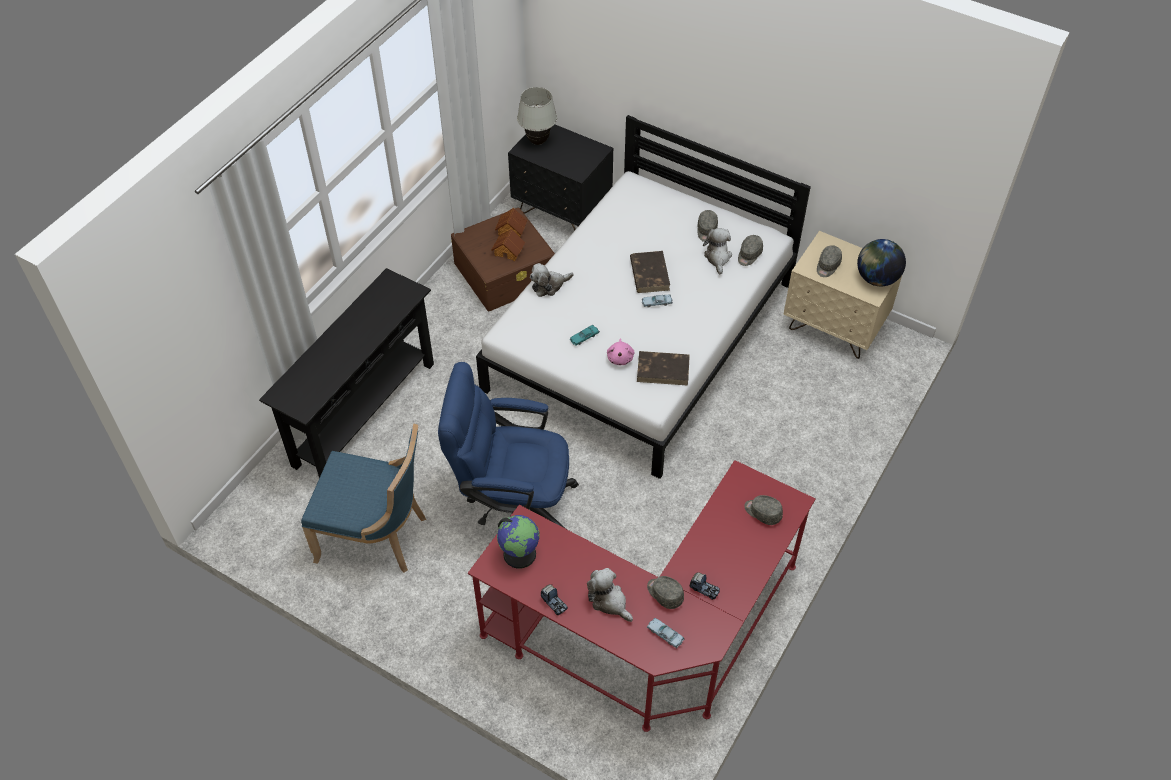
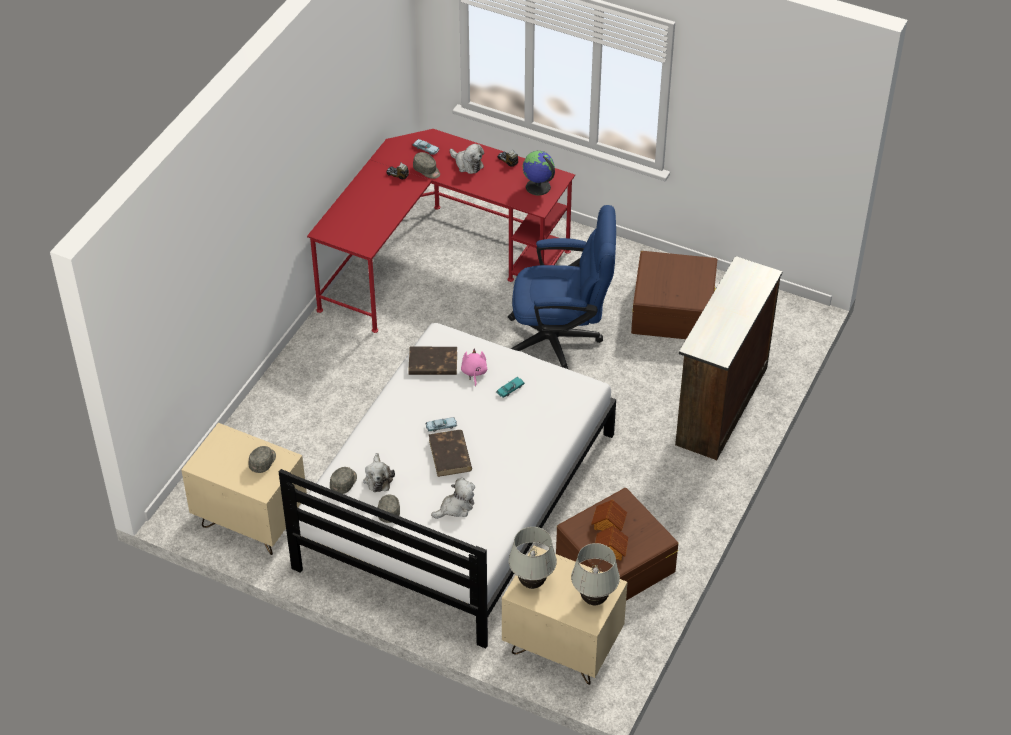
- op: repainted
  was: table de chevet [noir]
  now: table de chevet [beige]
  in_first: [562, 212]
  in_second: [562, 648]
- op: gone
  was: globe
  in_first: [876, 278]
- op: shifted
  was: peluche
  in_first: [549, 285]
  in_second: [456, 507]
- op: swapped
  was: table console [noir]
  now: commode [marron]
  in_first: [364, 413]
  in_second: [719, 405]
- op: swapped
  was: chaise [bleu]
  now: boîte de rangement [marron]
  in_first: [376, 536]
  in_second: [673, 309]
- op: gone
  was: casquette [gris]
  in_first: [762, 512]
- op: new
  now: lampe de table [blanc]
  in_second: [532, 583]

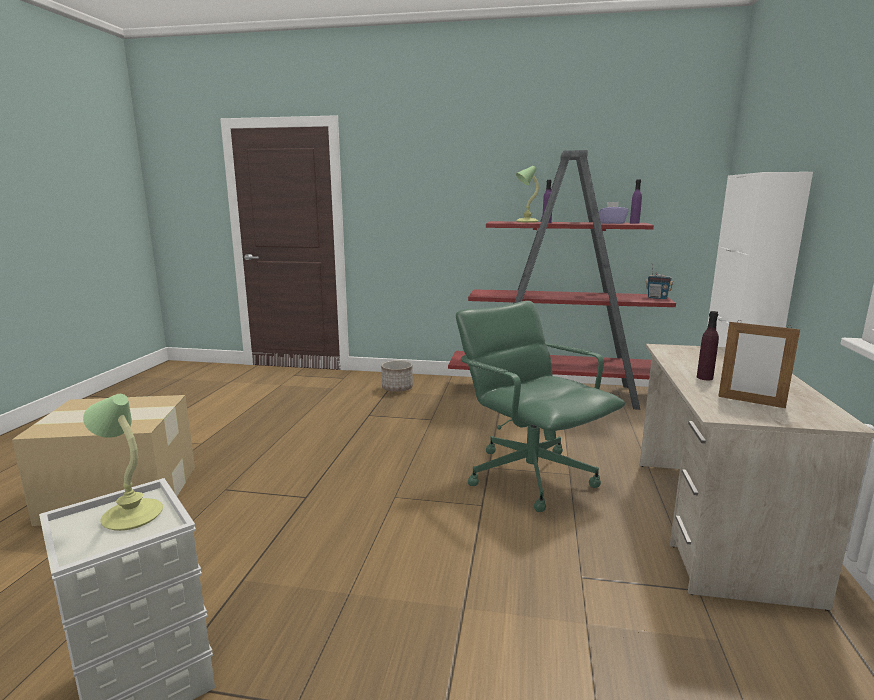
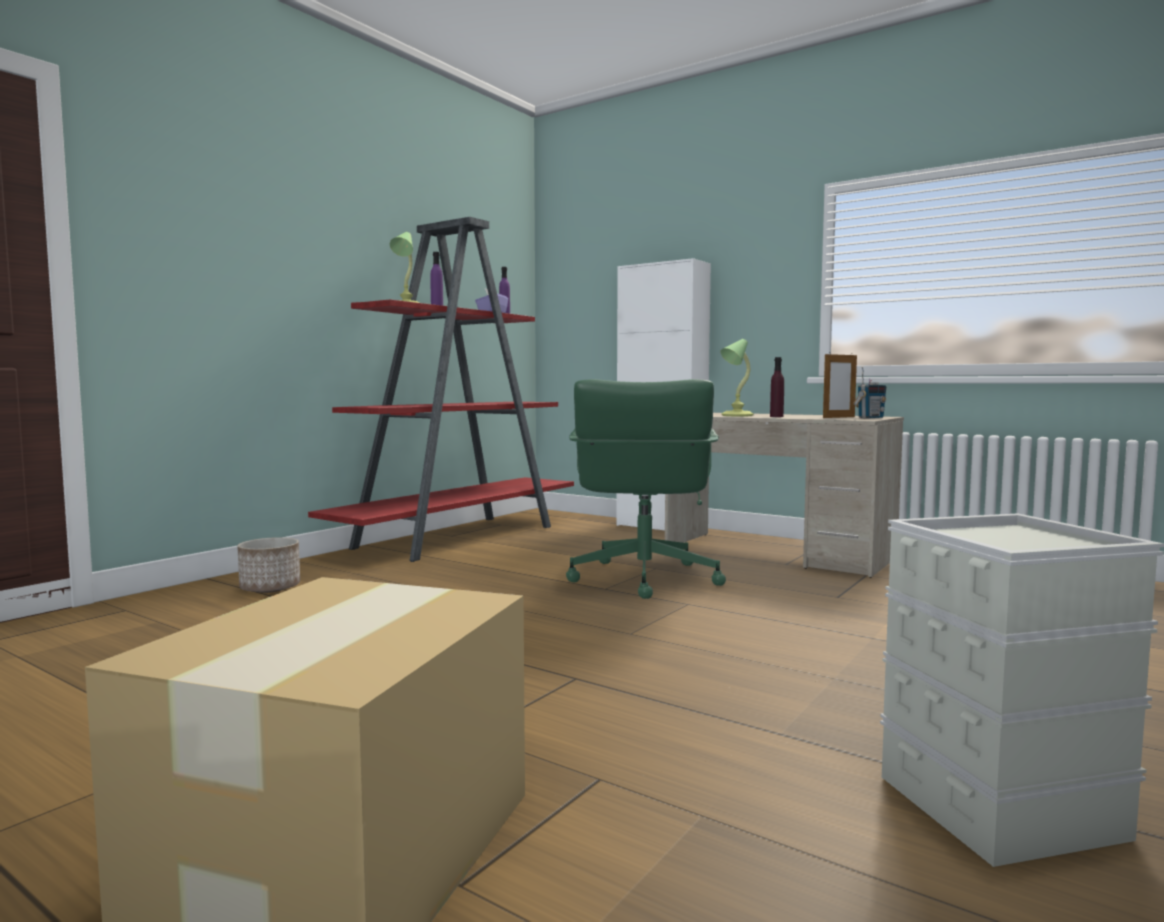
- op: shifted
  was: radio
  in_first: [657, 298]
  in_second: [870, 418]
- op: rotated
  was: chaise de bureau [vert]
  in_first: [530, 475]
  in_second: [643, 579]
  clockwise: -75
- op: shifted
  was: lampe de table
  in_first: [132, 515]
  in_second: [736, 415]

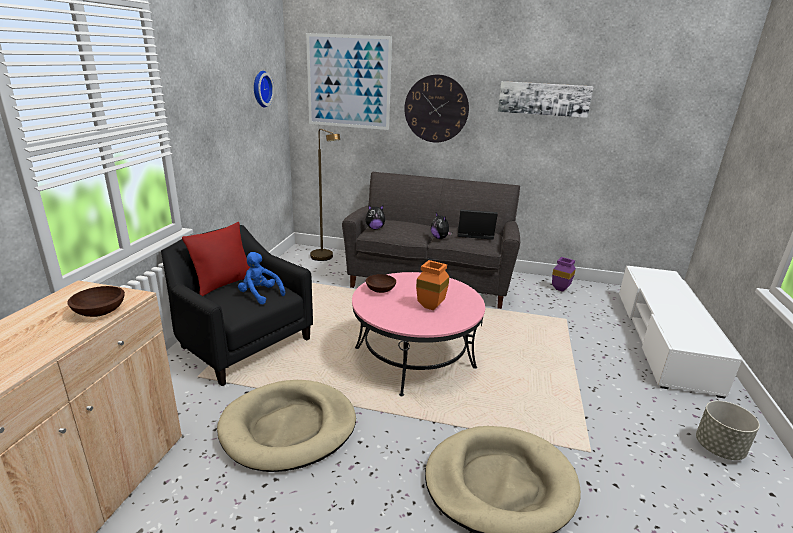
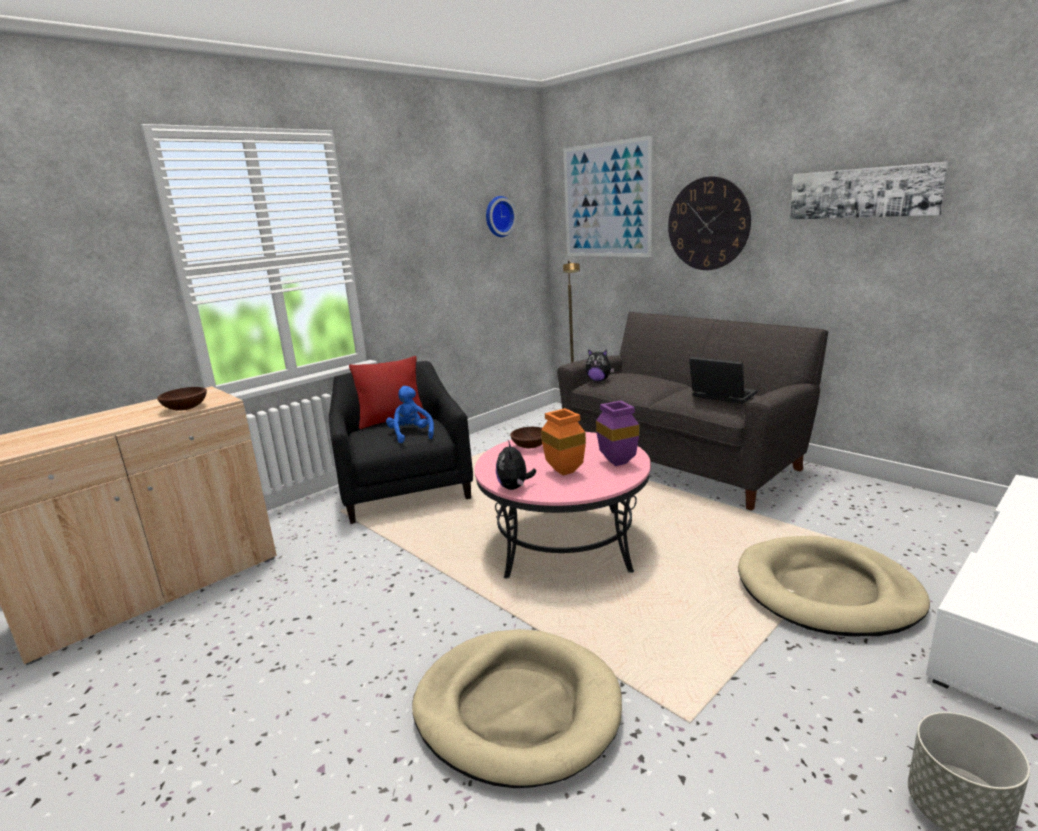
- op: shifted
  was: peluche
  in_first: [440, 238]
  in_second: [514, 487]
- op: shifted
  was: vase [violet]
  in_first: [561, 289]
  in_second: [619, 463]
- op: shifted
  was: panier pour chien [beige]
  in_first: [289, 428]
  in_second: [827, 591]

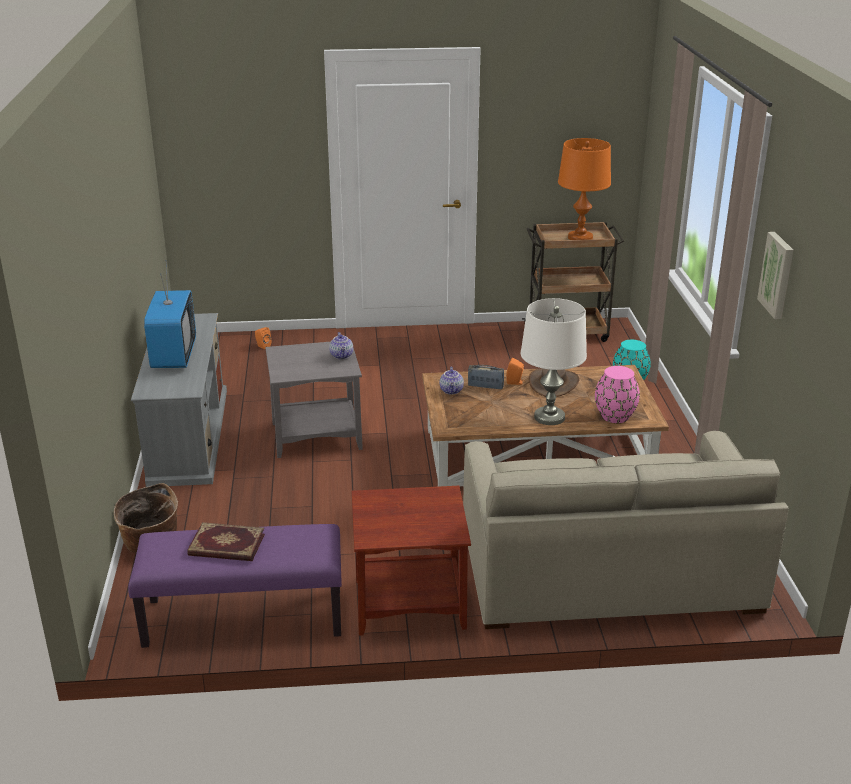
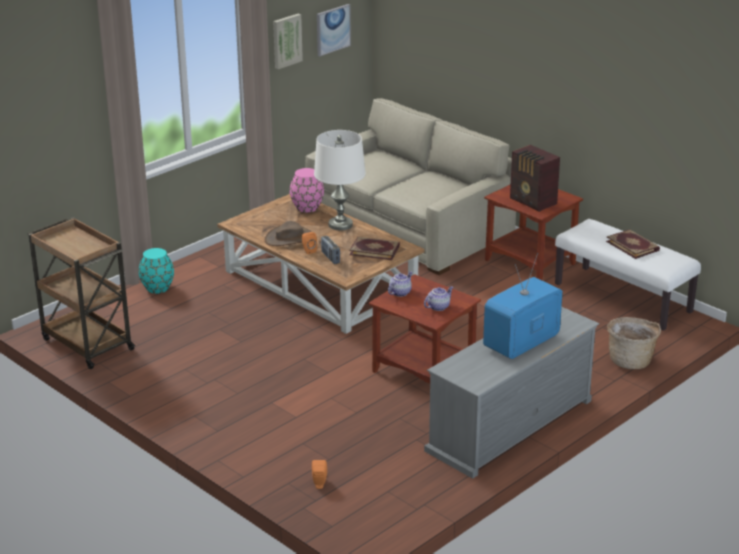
- op: gone
  was: lampe de table [orange]
  in_first: [580, 238]
- op: repainted
  was: table d'appoint [gris]
  now: table d'appoint [marron]
  in_first: [316, 435]
  in_second: [422, 372]
- op: shifted
  was: théière
  in_first: [452, 391]
  in_second: [438, 307]
- op: repainted
  was: banc [violet]
  now: banc [blanc]
  in_first: [243, 619]
  in_second: [623, 298]
- op: new
  now: tableau
  in_second: [332, 29]
- op: new
  now: radio
  in_second: [533, 202]
- op: new
  now: livre
  in_second: [374, 250]

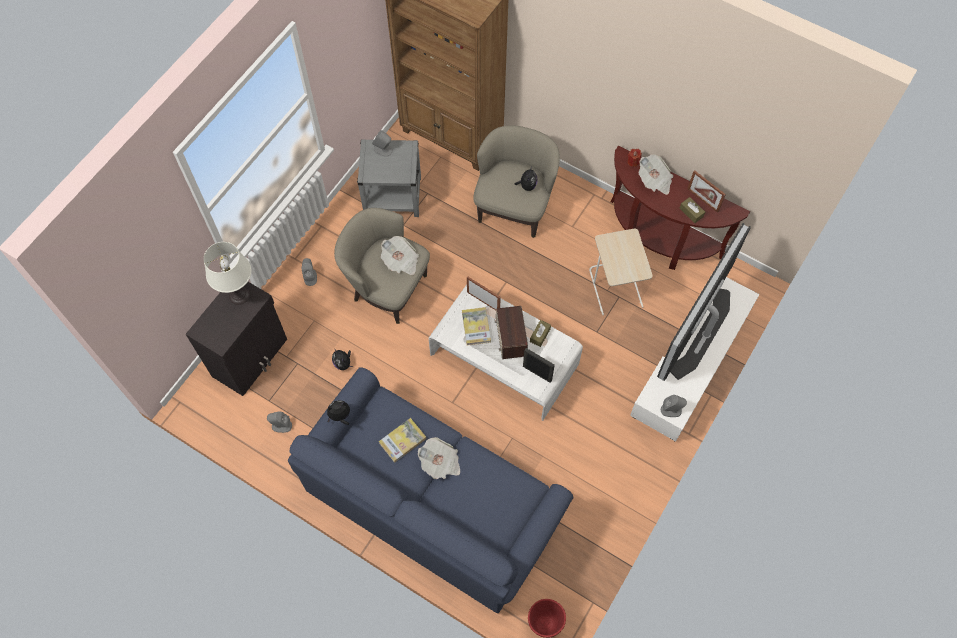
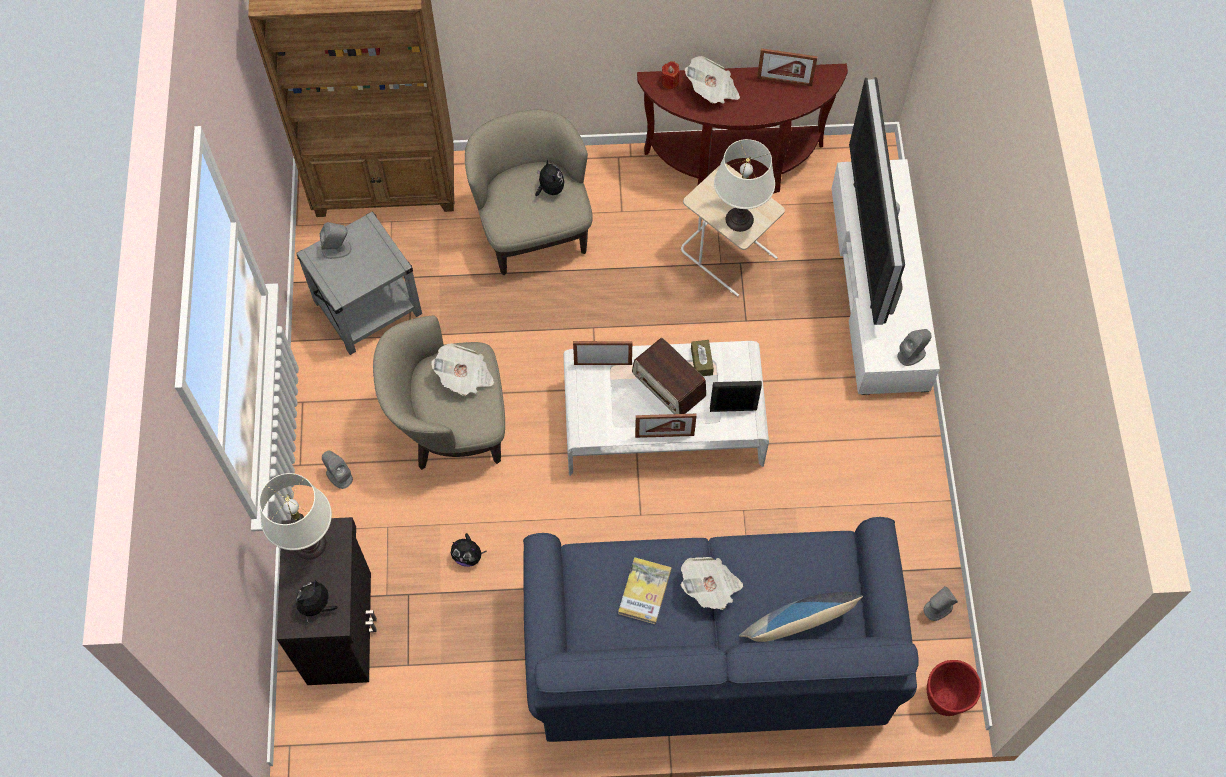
- op: gone
  was: boîte à mouchoirs [marron]
  in_first: [691, 212]
- op: gone
  was: livre
  in_first: [476, 327]
- op: shifted
  was: peluche
  in_first: [340, 416]
  in_second: [317, 606]
- op: shifted
  was: enceinte [gris]
  in_first: [281, 425]
  in_second: [937, 608]
- op: new
  now: lampe de table [blanc]
  in_second: [739, 219]
- op: new
  now: cadre photo
  in_second: [664, 435]
- op: new
  now: coussin
  in_second: [798, 624]

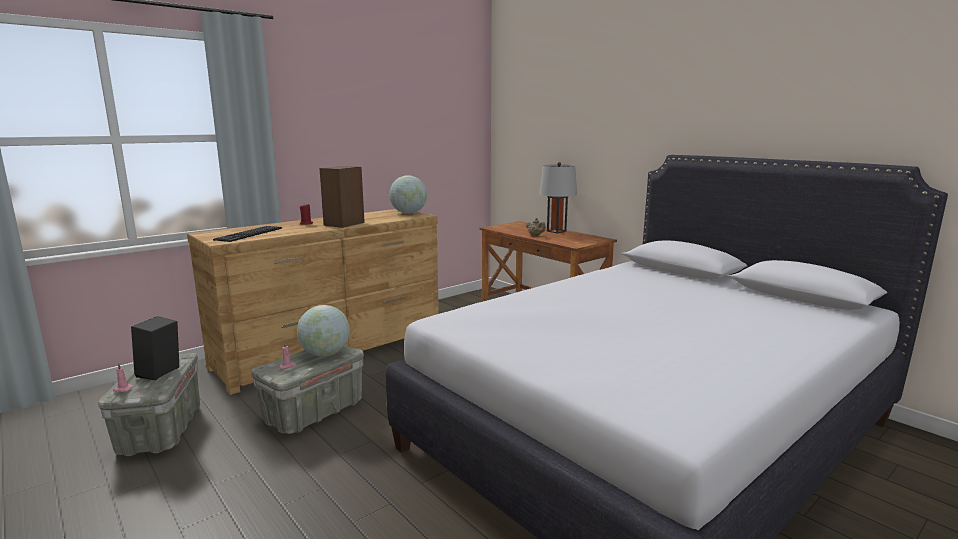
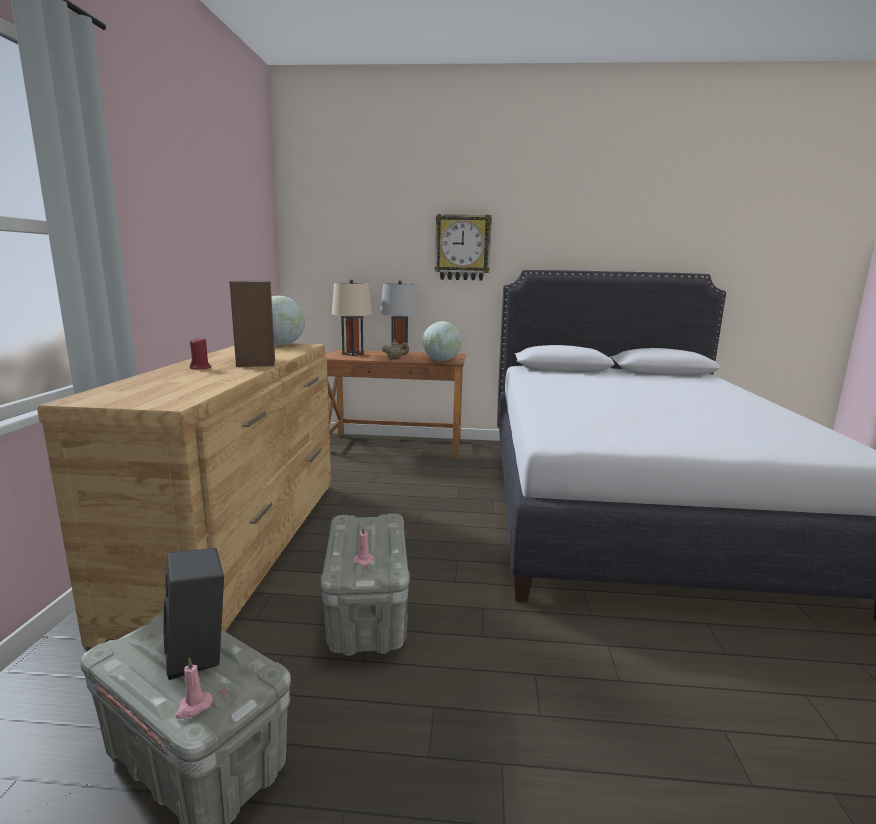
- op: gone
  was: clavier
  in_first: [249, 234]
- op: shifted
  was: globe
  in_first: [325, 354]
  in_second: [441, 360]
- op: new
  now: horloge murale
  in_second: [462, 248]
- op: new
  now: lampe de table [beige]
  in_second: [352, 354]

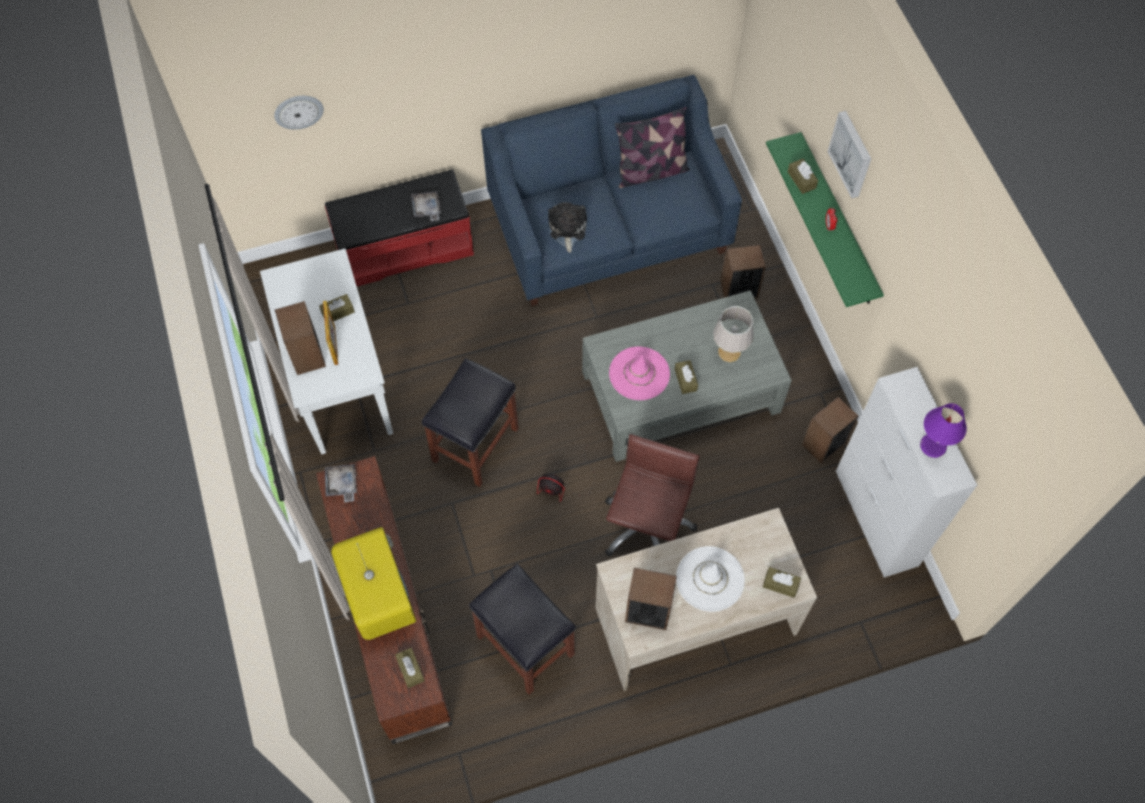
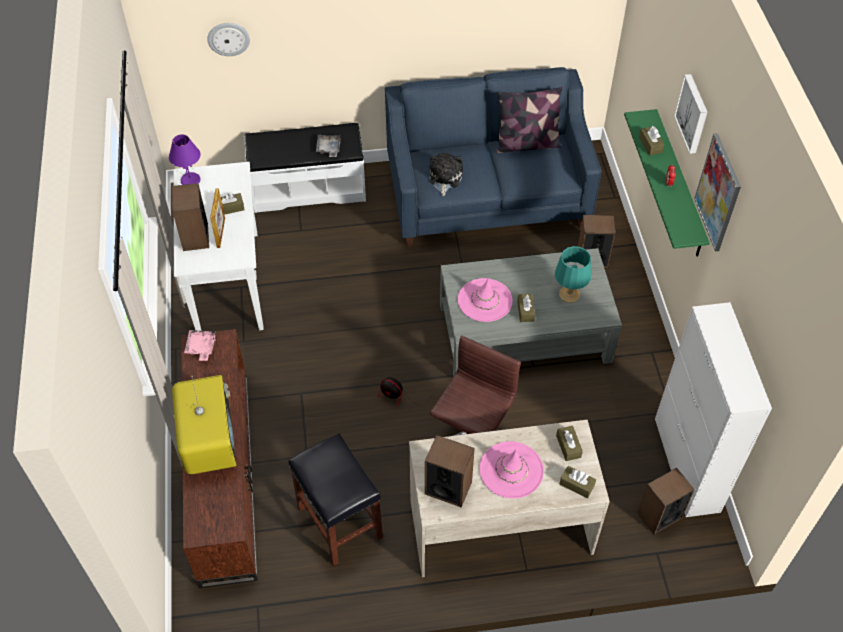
- op: repainted
  was: banc [rouge]
  now: banc [blanc]
  in_first: [404, 248]
  in_second: [308, 188]
- op: repainted
  was: lampe de table [gris]
  now: lampe de table [turquoise]
  in_first: [729, 351]
  in_second: [569, 294]
- op: gone
  was: tabouret [noir]
  in_first: [475, 443]
- op: shifted
  was: enceinte
  in_first: [823, 443]
  in_second: [659, 515]
- op: shifted
  was: lampe de table [violet]
  in_first: [932, 445]
  in_second: [190, 180]
- op: repainted
  was: plateau [gris]
  now: plateau [rose]
  in_first: [342, 485]
  in_second: [201, 347]
- op: repainted
  was: chapeau [blanc]
  now: chapeau [rose]
  in_first: [710, 579]
  in_second: [511, 470]
- op: shifted
  was: boîte à mouchoirs [marron]
  in_first: [410, 669]
  in_second: [568, 446]
- op: new
  now: tableau
  in_second: [718, 192]

